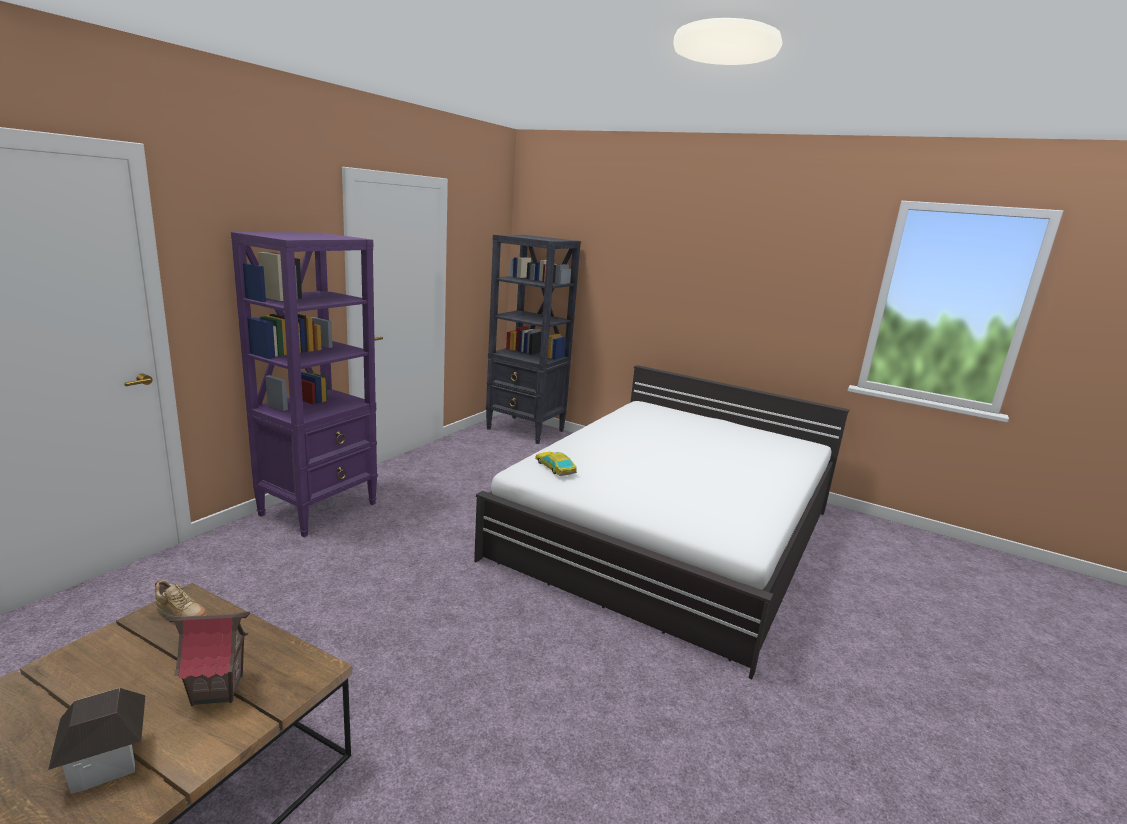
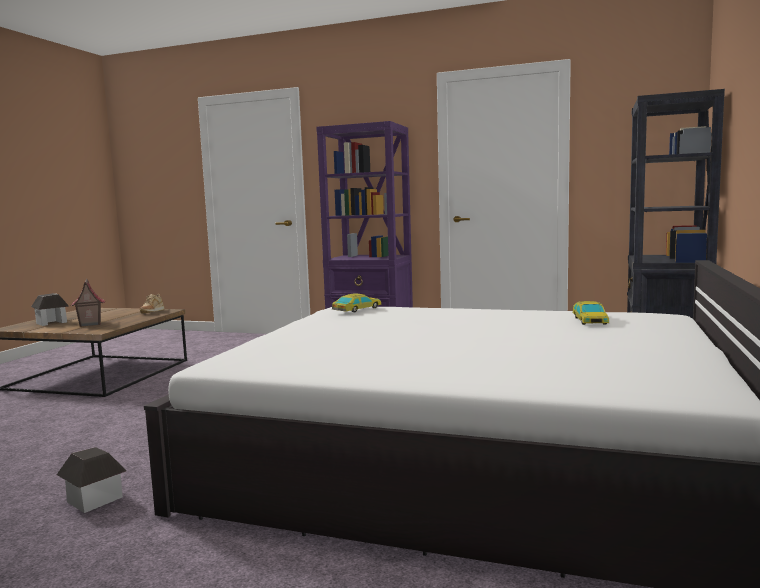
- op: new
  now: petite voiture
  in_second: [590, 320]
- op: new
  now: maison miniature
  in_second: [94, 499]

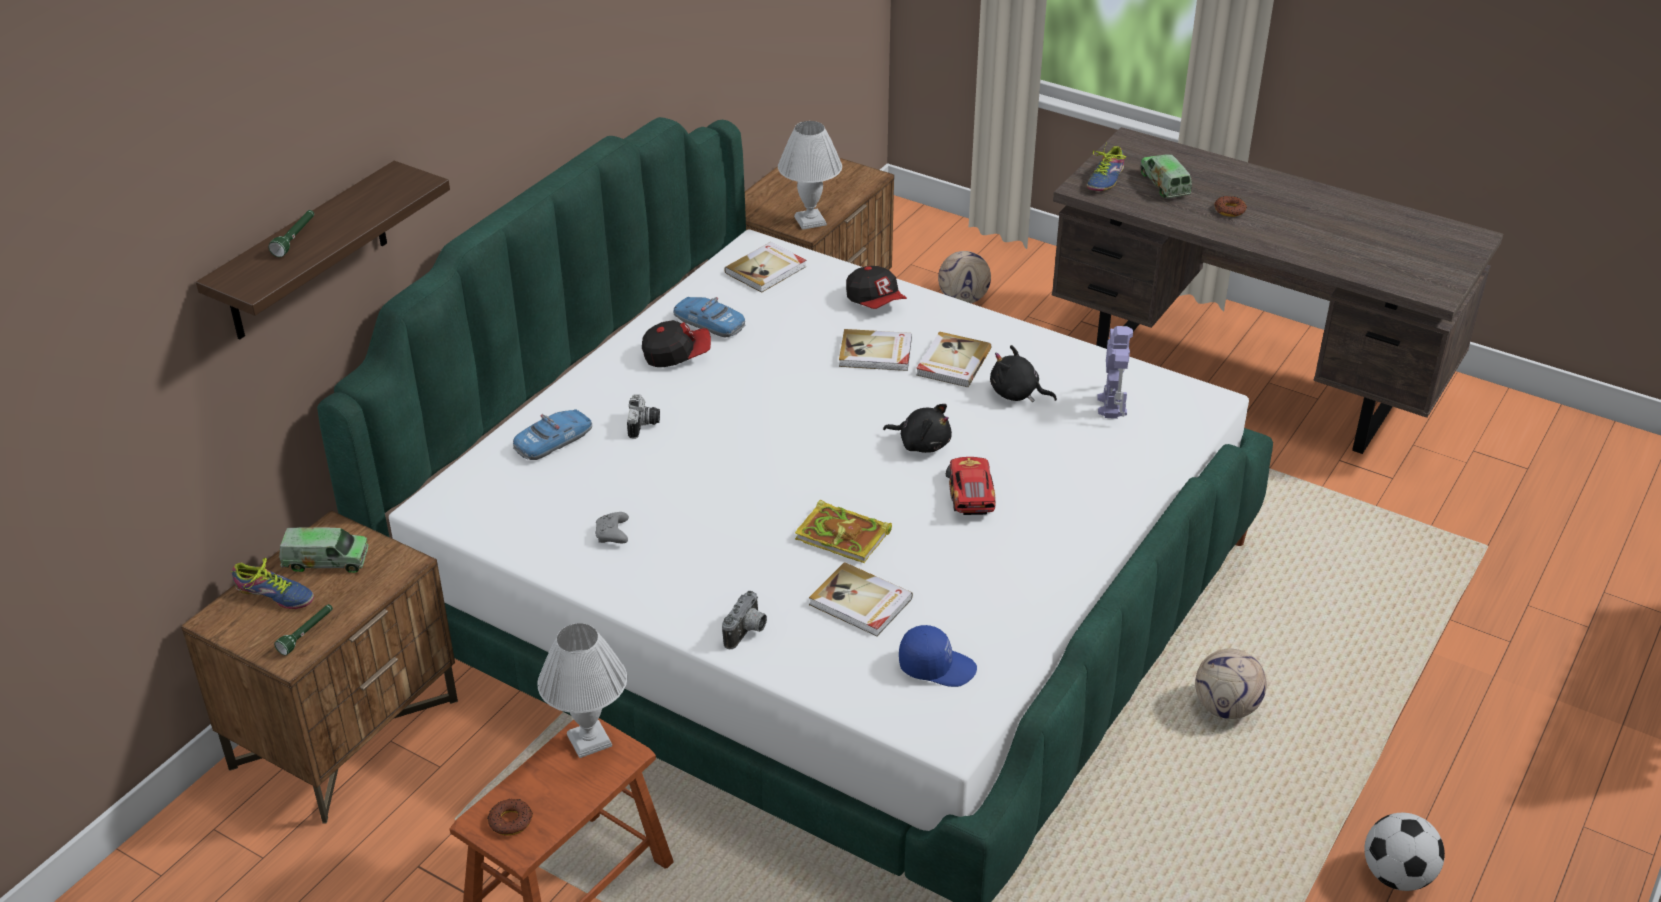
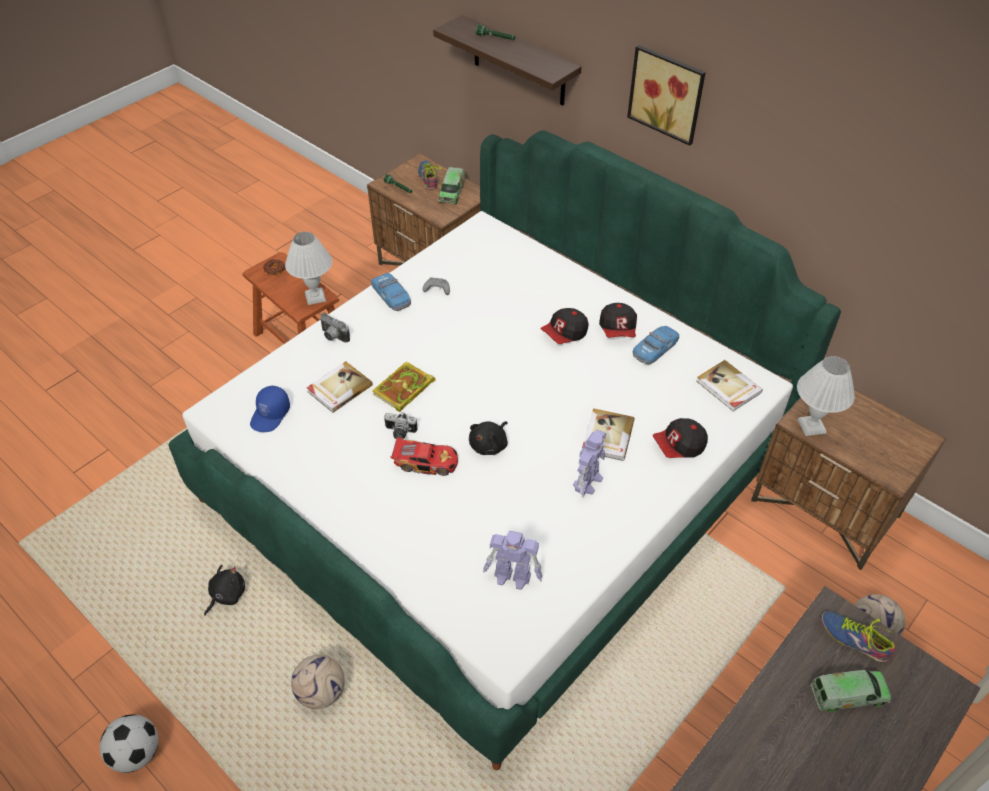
- op: gone
  was: beignet
  in_first: [1229, 210]
- op: swapped
  was: livre
  now: robot jouet
  in_first: [952, 362]
  in_second: [588, 481]
- op: shifted
  was: peluche [noir]
  in_first: [1017, 394]
  in_second: [226, 595]
- op: shifted
  was: appareil photo
  in_first: [644, 425]
  in_second: [399, 433]
- op: shifted
  was: petite voiture
  in_first: [554, 441]
  in_second: [391, 296]
- op: rotated
  was: chaussure
  in_first: [274, 597]
  in_second: [430, 177]
  clockwise: 135
- op: new
  now: tableau
  in_second: [667, 93]
- op: new
  now: casquette
  in_second: [565, 334]

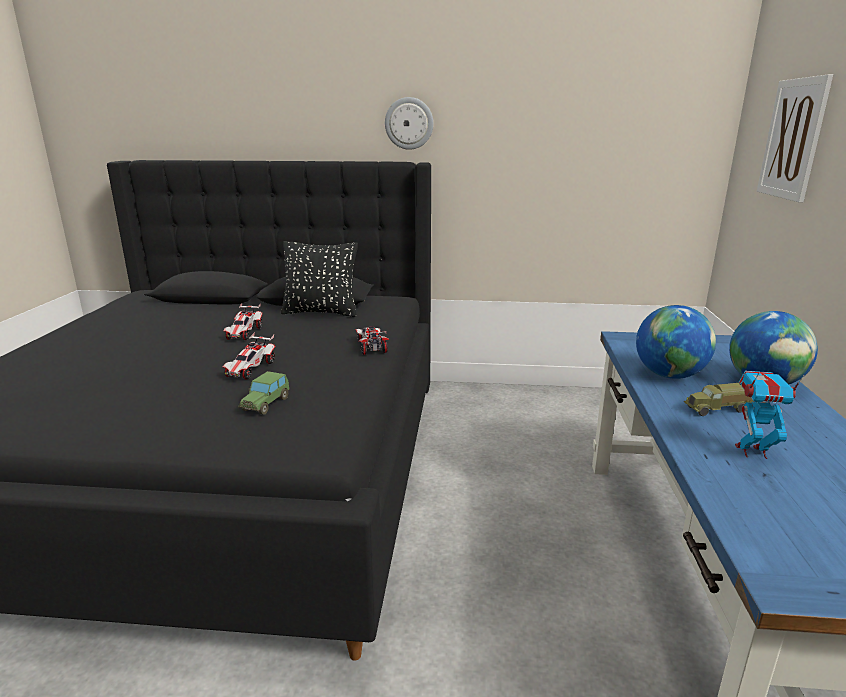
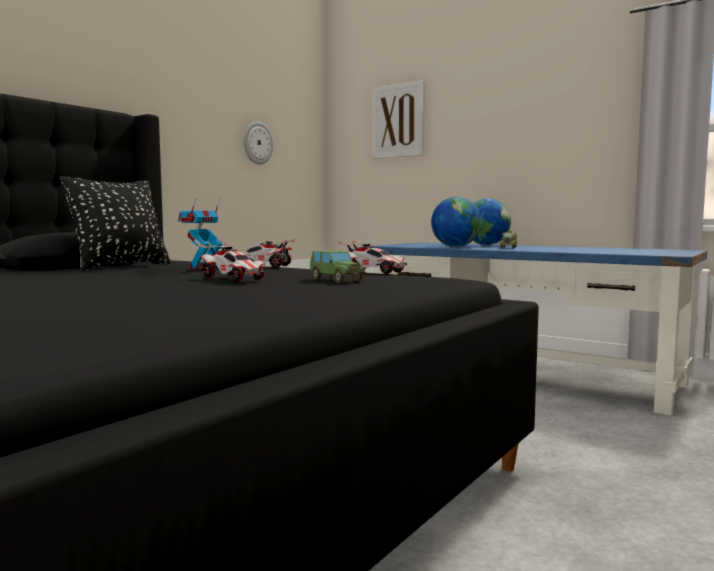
- op: shifted
  was: horloge murale
  in_first: [409, 123]
  in_second: [257, 143]
- op: shifted
  was: petite voiture
  in_first: [244, 333]
  in_second: [372, 272]
- op: shifted
  was: robot jouet
  in_first: [752, 451]
  in_second: [200, 269]

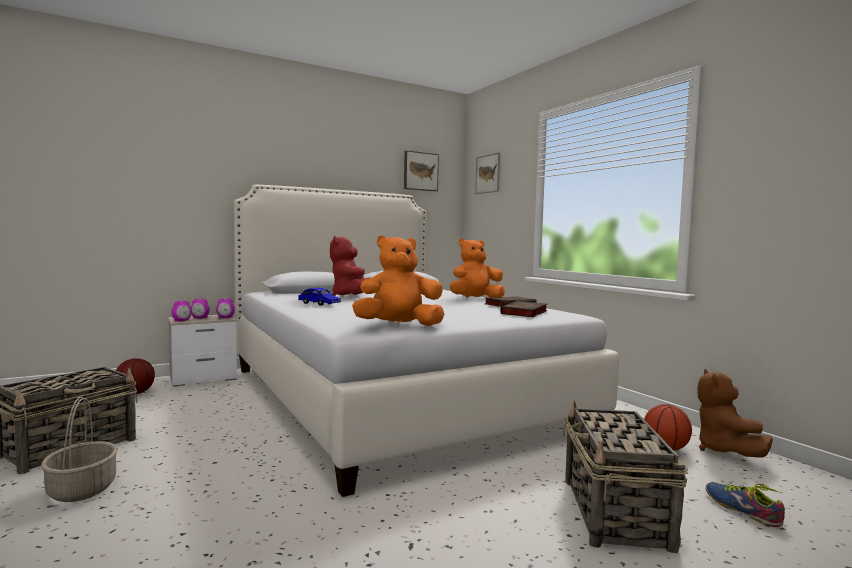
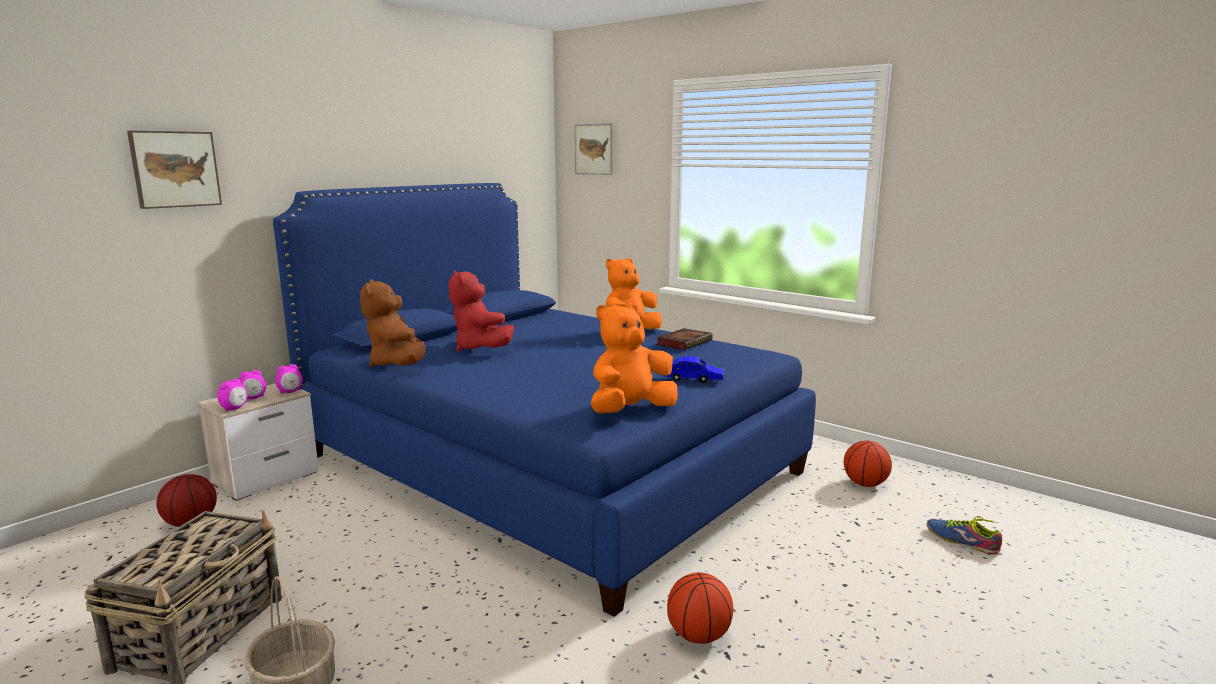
- op: shifted
  was: tableau
  in_first: [420, 171]
  in_second: [175, 169]
- op: repainted
  was: lit [blanc]
  now: lit [bleu]
  in_first: [393, 396]
  in_second: [547, 464]
- op: shifted
  was: petite voiture [bleu]
  in_first: [319, 304]
  in_second: [693, 379]
- op: gone
  was: livre
  in_first: [524, 313]
- op: shifted
  was: peluche [marron]
  in_first: [725, 451]
  in_second: [398, 365]
- op: gone
  was: panier
  in_first: [615, 514]
- op: new
  now: ballon de basket
  in_second: [698, 636]

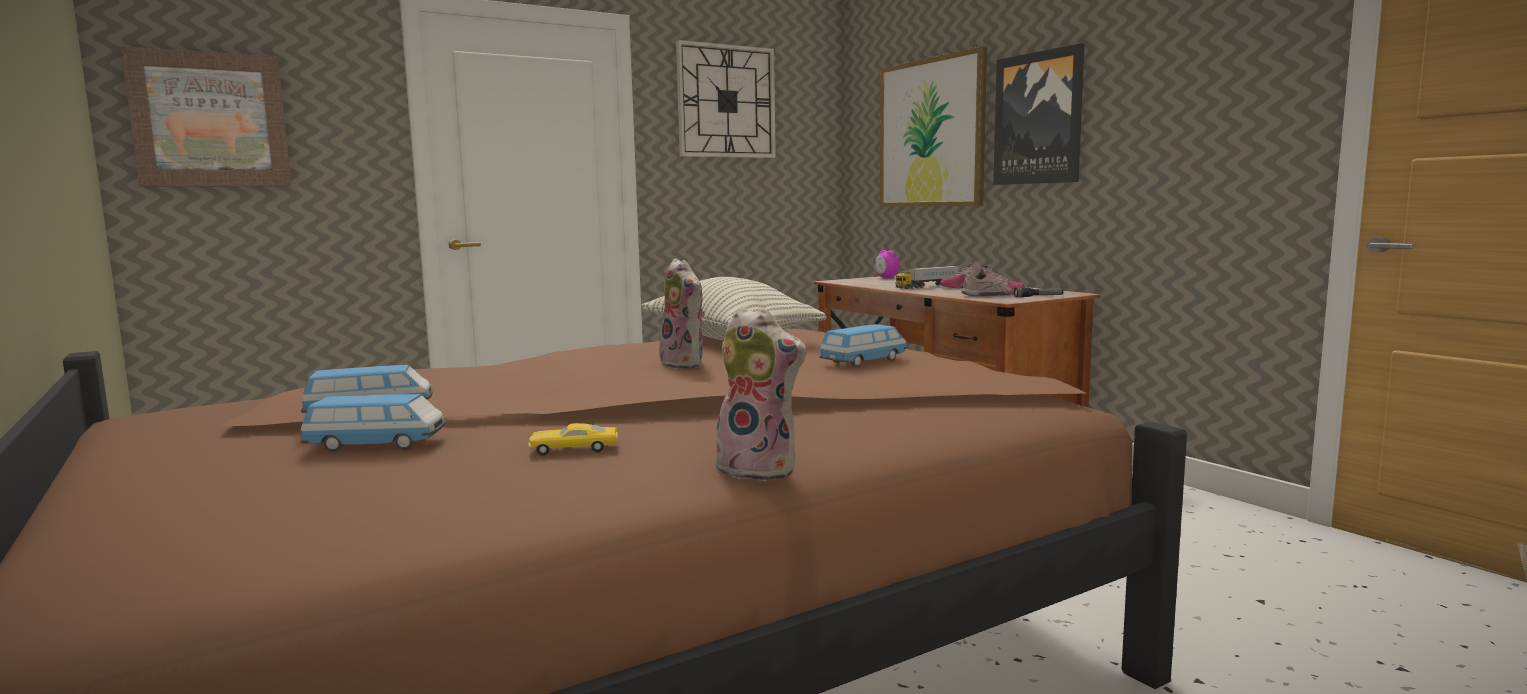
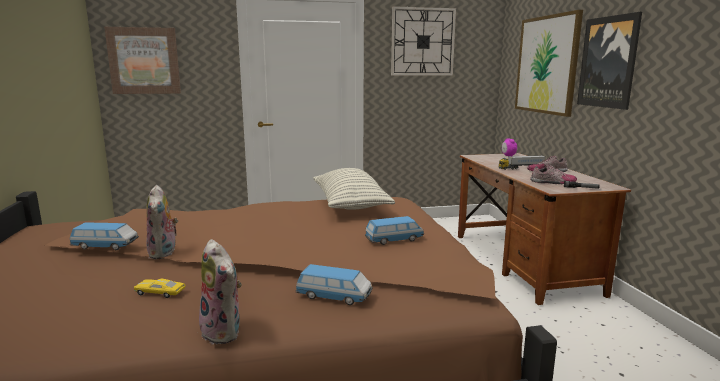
- op: shifted
  was: peluche
  in_first: [686, 364]
  in_second: [164, 253]
- op: shifted
  was: petite voiture
  in_first: [377, 445]
  in_second: [334, 297]

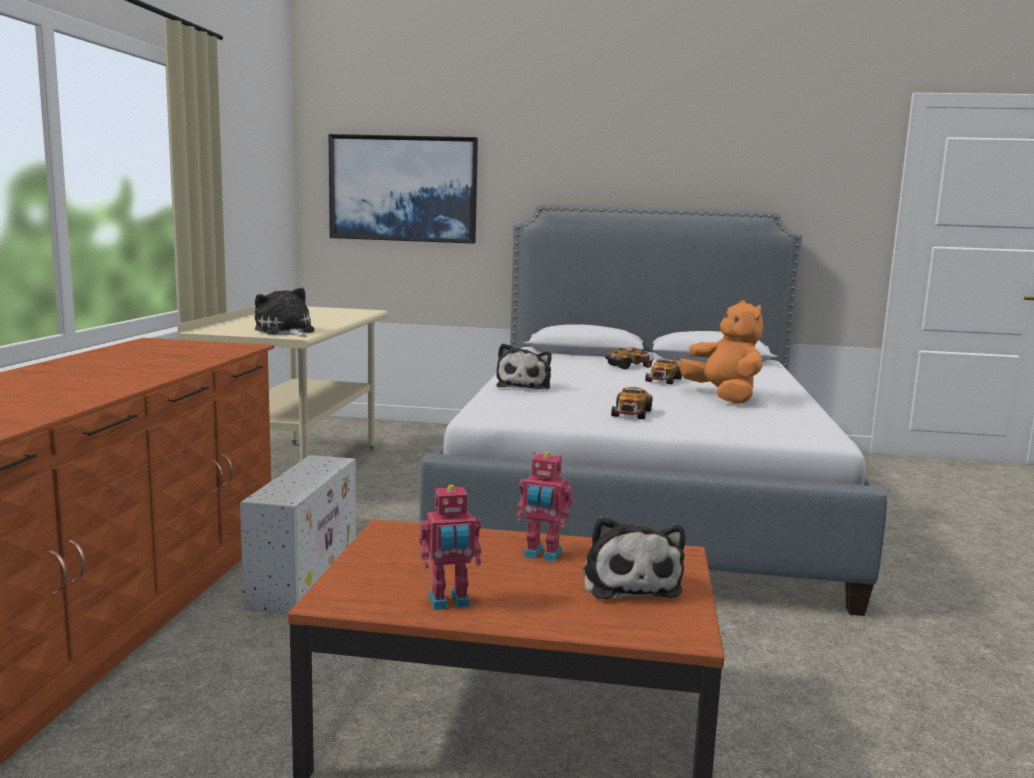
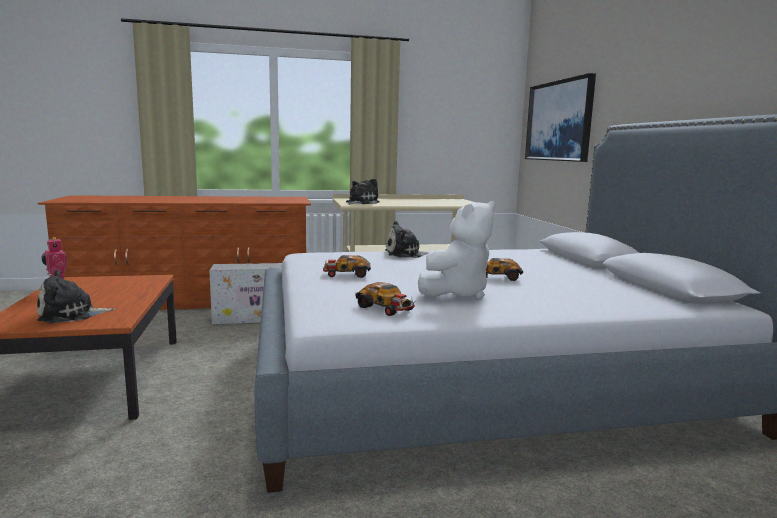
- op: repainted
  was: peluche [orange]
  now: peluche [blanc]
  in_first: [723, 397]
  in_second: [457, 293]
- op: shifted
  was: petite voiture
  in_first: [630, 366]
  in_second: [386, 308]
- op: gone
  was: robot jouet
  in_first: [542, 555]

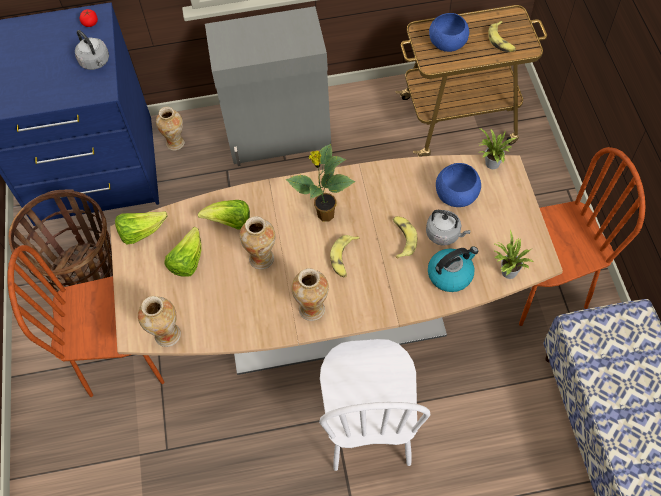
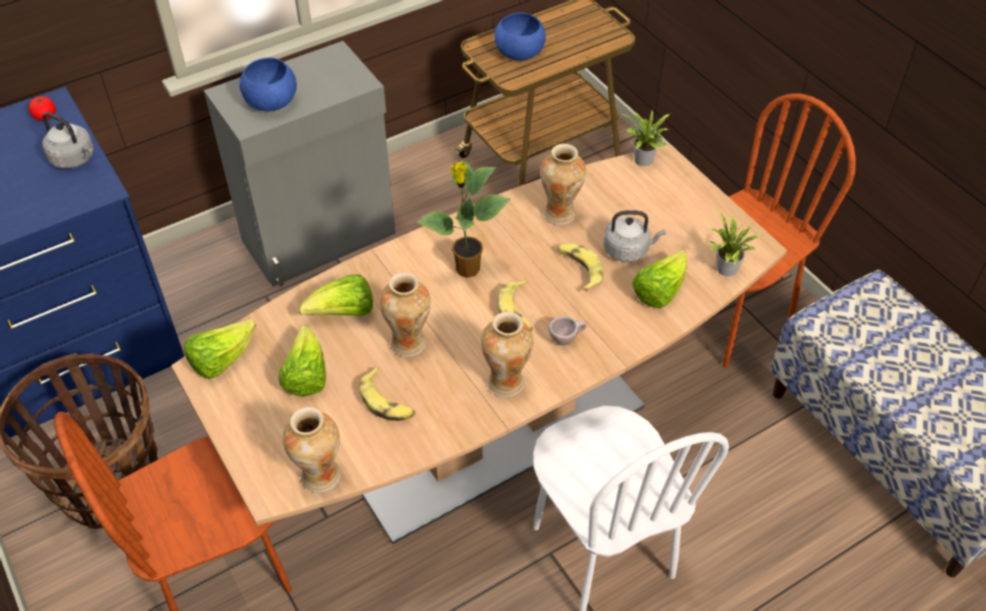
- op: shifted
  was: banane
  in_first: [501, 41]
  in_second: [387, 401]
- op: shifted
  was: vase
  in_first: [176, 143]
  in_second: [560, 214]
- op: shifted
  was: bol [bleu]
  in_first: [456, 195]
  in_second: [271, 102]
- op: swapped
  was: bouilloire
  now: laitue
  in_first: [450, 274]
  in_second: [659, 291]
- op: new
  now: tasse [beige]
  in_second: [566, 339]

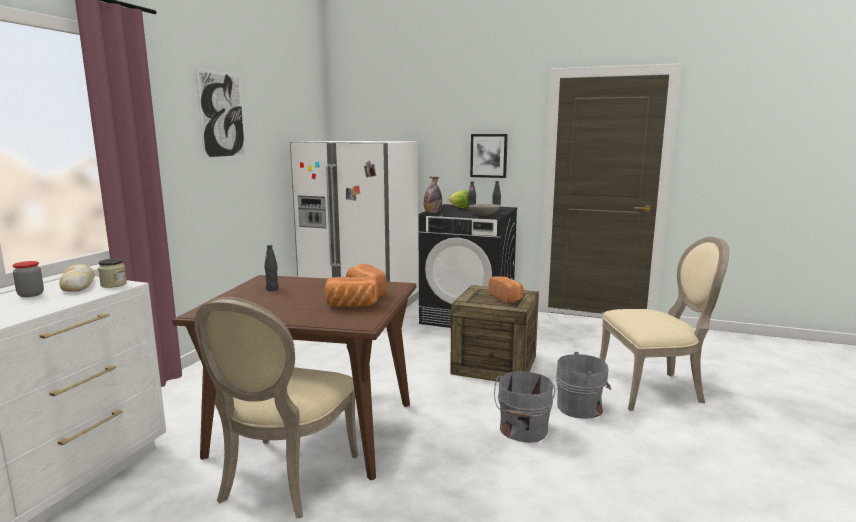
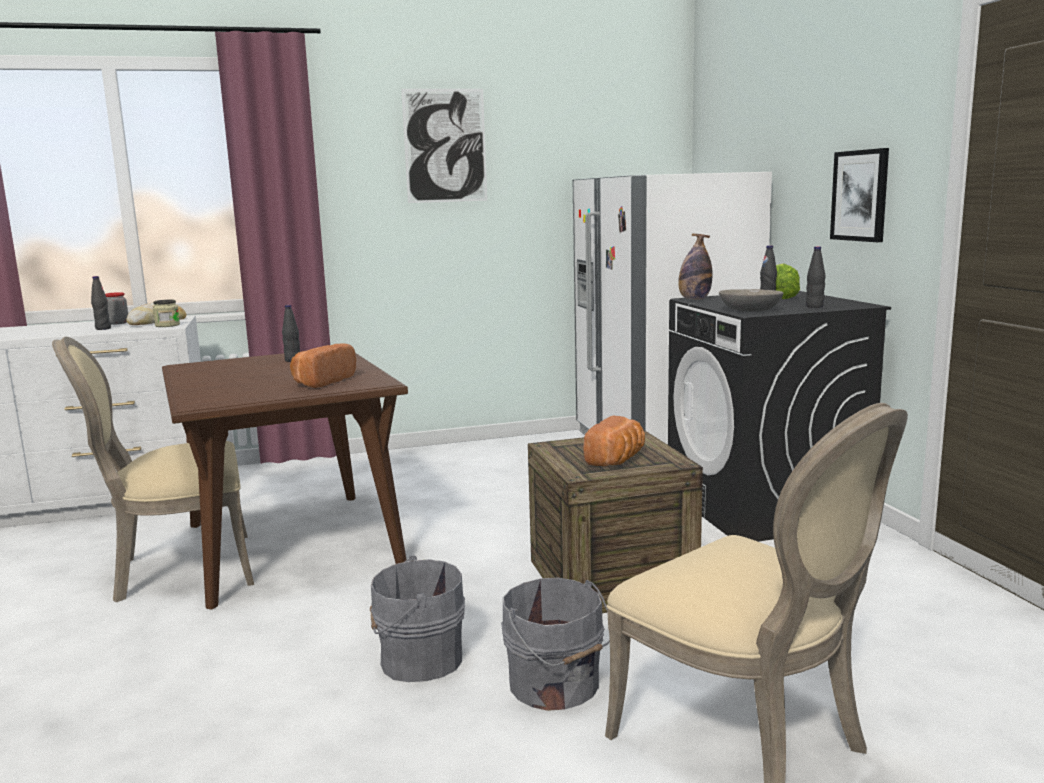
- op: gone
  was: pain
  in_first: [351, 306]
- op: new
  now: bouteille [noir]
  in_second: [103, 329]

